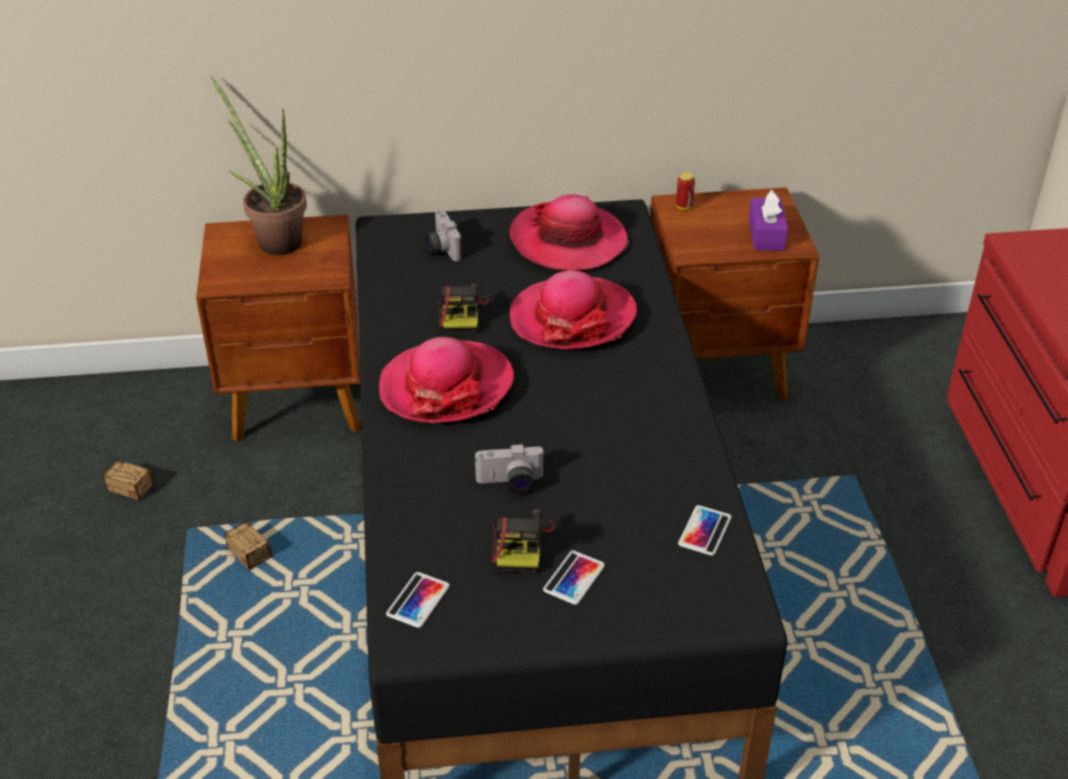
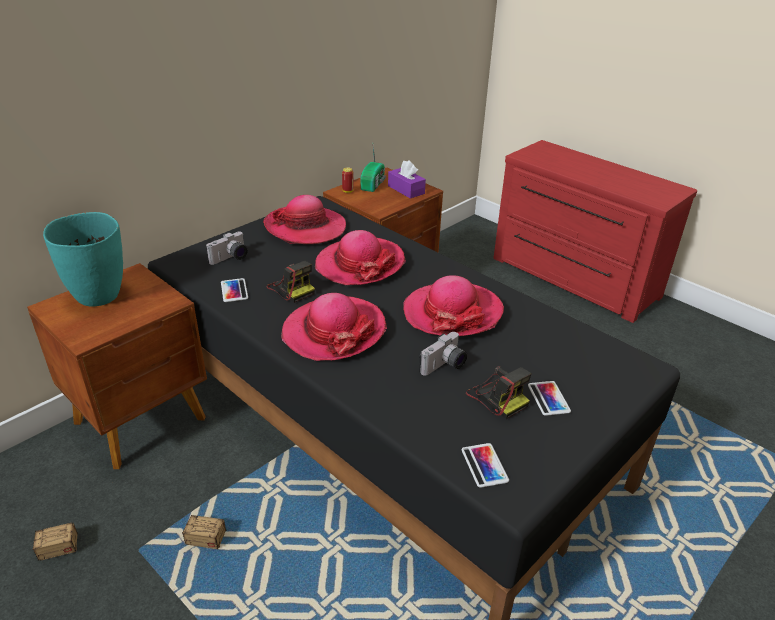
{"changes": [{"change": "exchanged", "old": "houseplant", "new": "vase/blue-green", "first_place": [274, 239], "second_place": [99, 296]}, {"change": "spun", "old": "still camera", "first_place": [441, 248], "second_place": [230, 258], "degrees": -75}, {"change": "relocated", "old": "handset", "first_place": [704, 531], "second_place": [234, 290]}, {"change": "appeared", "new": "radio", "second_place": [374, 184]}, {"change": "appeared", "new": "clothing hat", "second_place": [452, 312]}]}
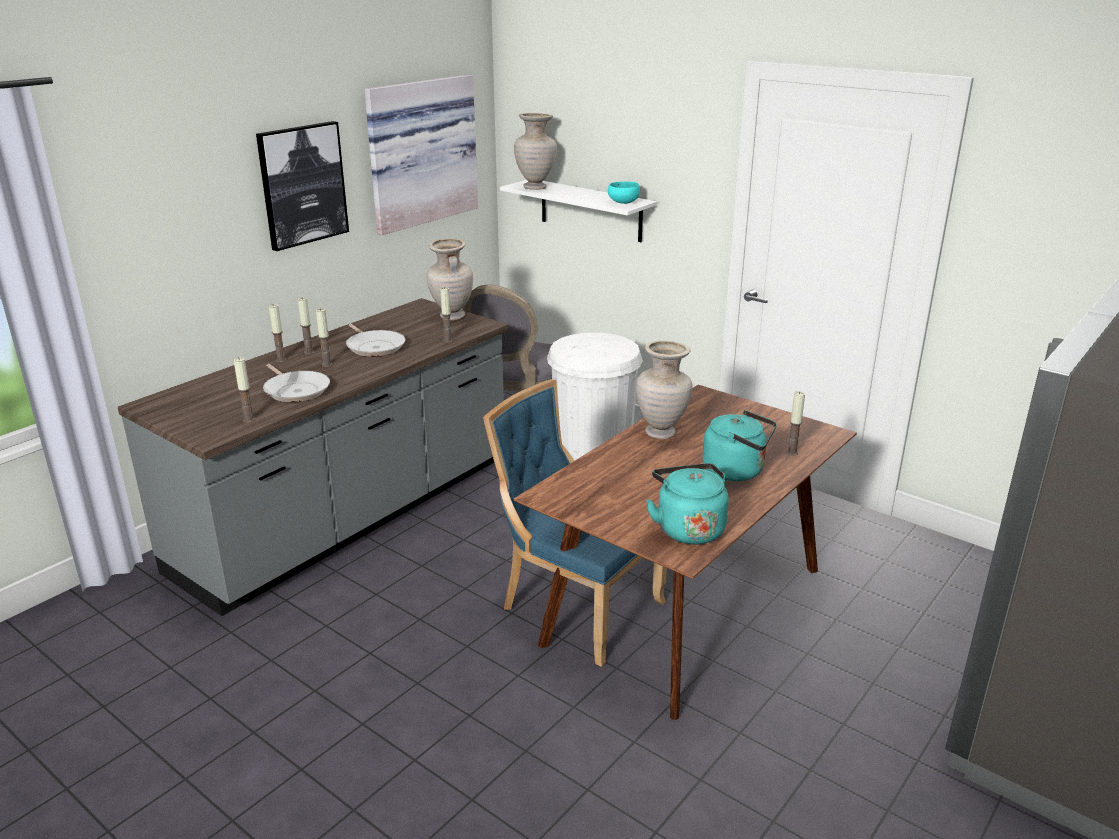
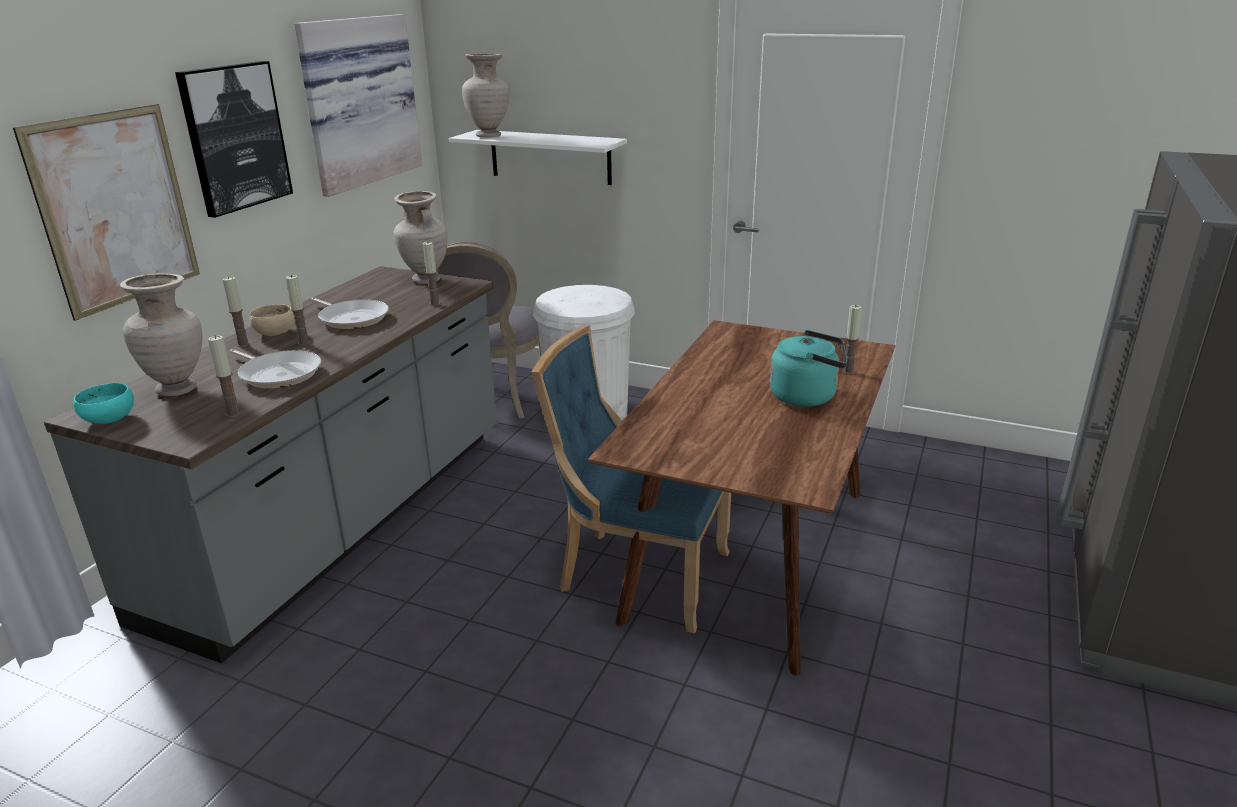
{"changes": [{"change": "exchanged", "old": "wax light", "new": "bowl/beige-coloured", "first_place": [309, 352], "second_place": [274, 333]}, {"change": "relocated", "old": "bowl/blue-green", "first_place": [622, 202], "second_place": [108, 419]}, {"change": "relocated", "old": "vase/beige-coloured", "first_place": [661, 433], "second_place": [178, 389]}, {"change": "missing", "old": "tea kettle/blue-green", "first_place": [688, 528]}, {"change": "appeared", "new": "picture", "second_place": [116, 209]}]}
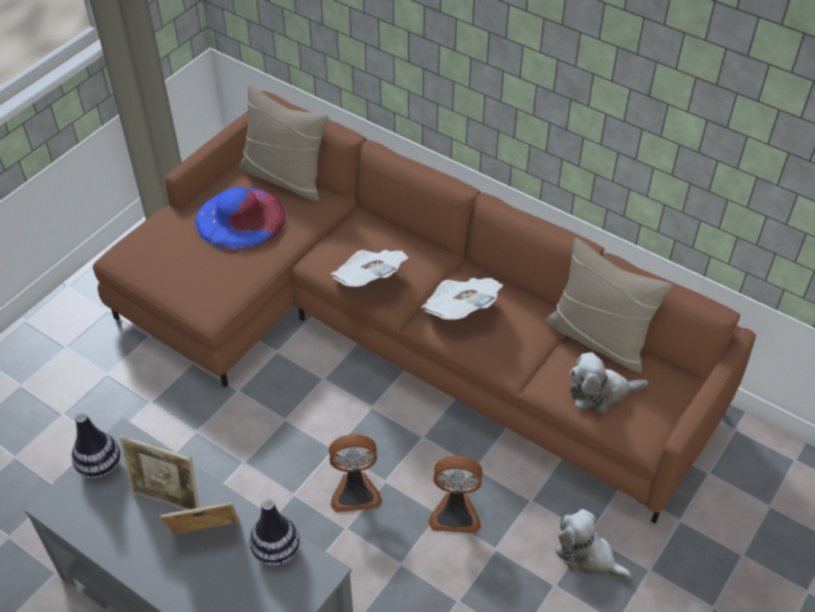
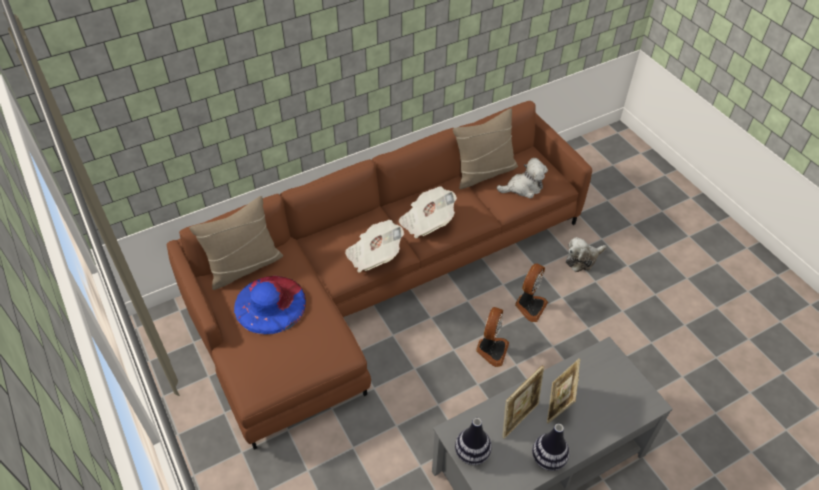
{"changes": [{"change": "relocated", "old": "vase", "first_place": [276, 550], "second_place": [548, 458]}, {"change": "spun", "old": "plush toy", "first_place": [600, 393], "second_place": [523, 188], "degrees": -120}]}
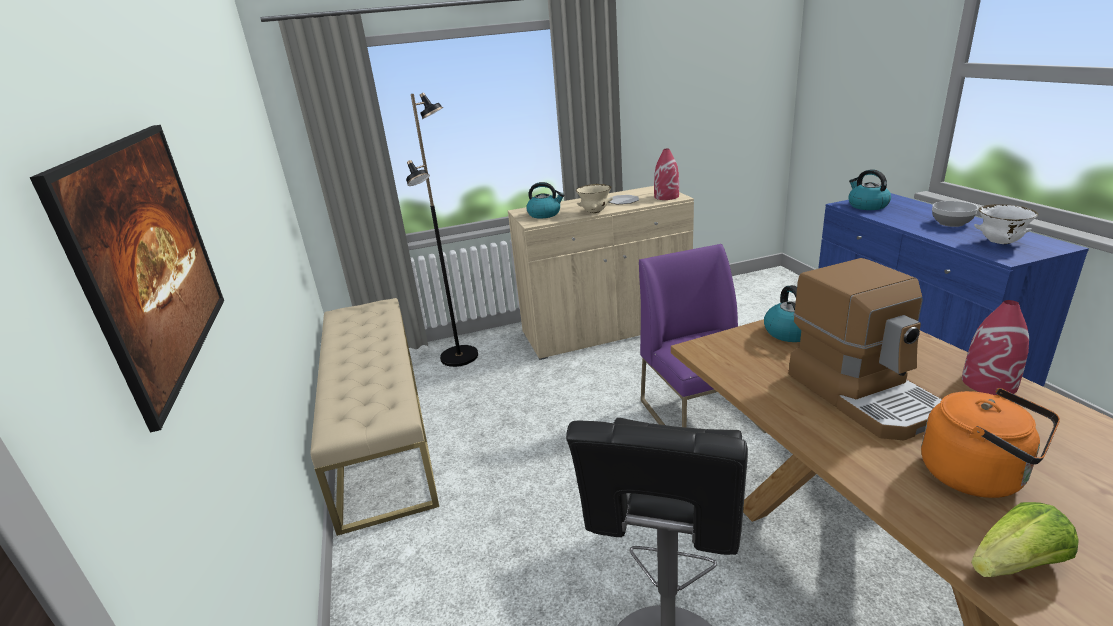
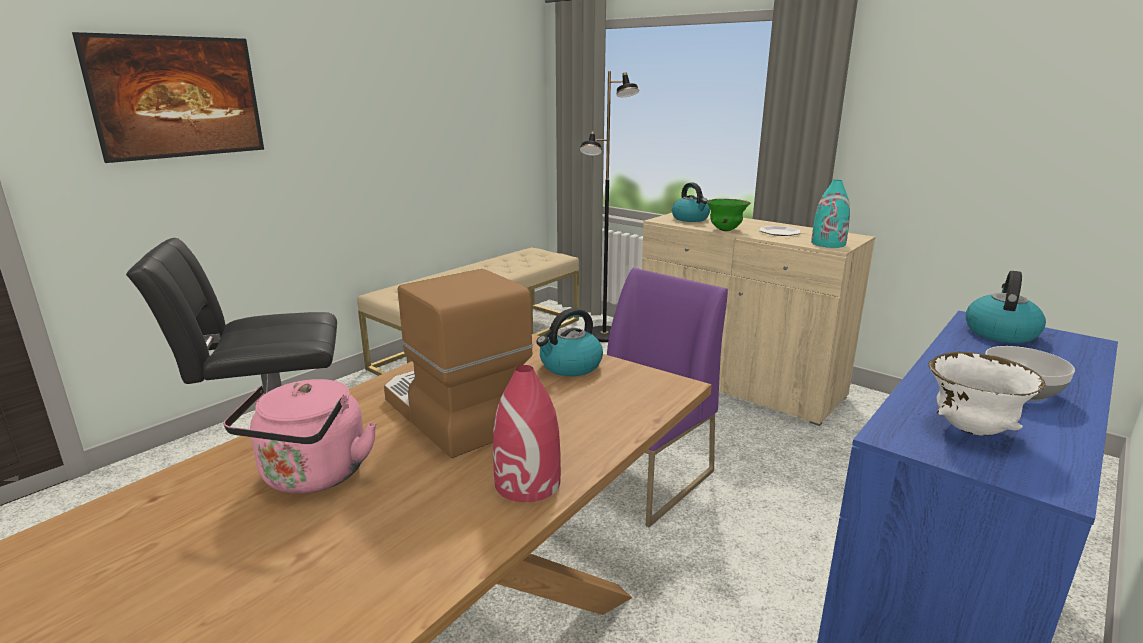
{"changes": [{"change": "colour", "old": "bowl/beige-coloured", "new": "bowl/green-coloured", "first_place": [595, 212], "second_place": [725, 230]}, {"change": "colour", "old": "vase/red", "new": "vase/blue-green", "first_place": [666, 196], "second_place": [828, 243]}, {"change": "spun", "old": "coffee machine", "first_place": [864, 394], "second_place": [453, 412], "degrees": 105}, {"change": "colour", "old": "tea kettle/orange-coloured", "new": "tea kettle/pinkish", "first_place": [978, 476], "second_place": [312, 477]}, {"change": "missing", "old": "head of lettuce", "first_place": [1016, 564]}]}
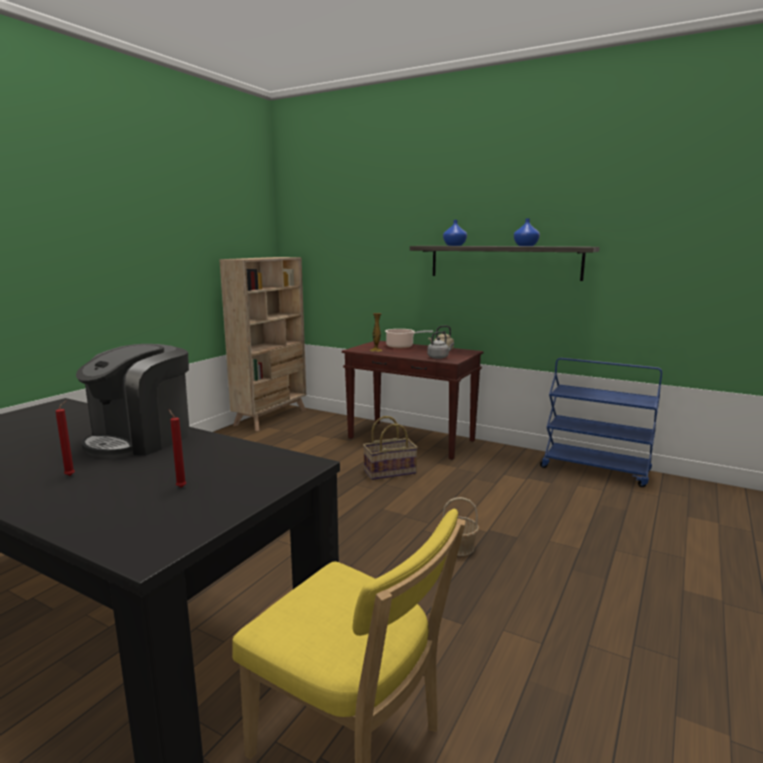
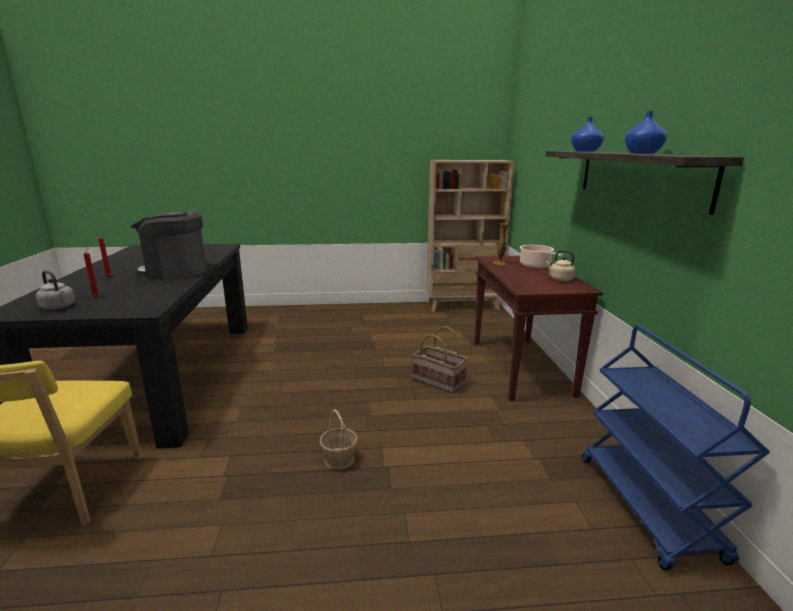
{"changes": [{"change": "relocated", "old": "tea kettle/grey", "first_place": [439, 357], "second_place": [59, 307]}]}
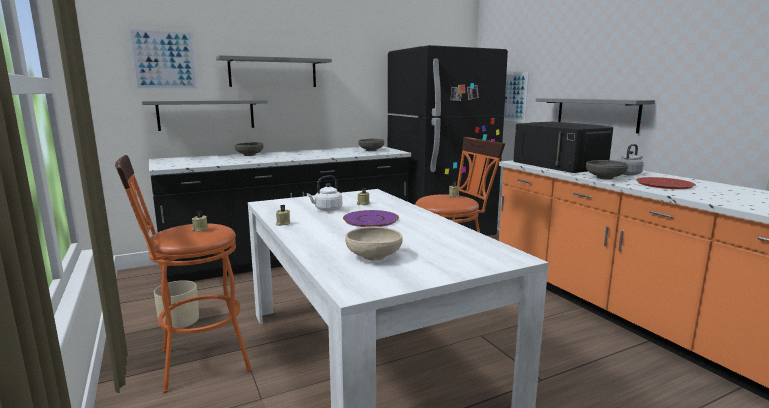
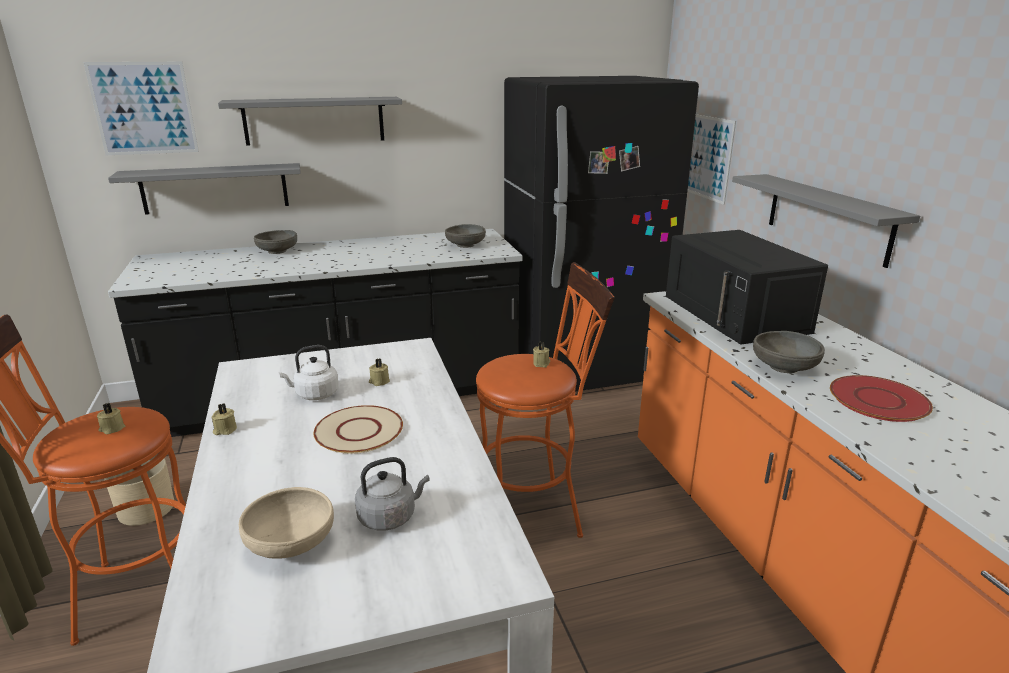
{"changes": [{"change": "colour", "old": "plate/purplish", "new": "plate/beige-coloured", "first_place": [370, 220], "second_place": [358, 431]}, {"change": "relocated", "old": "tea kettle/grey", "first_place": [628, 174], "second_place": [390, 517]}]}
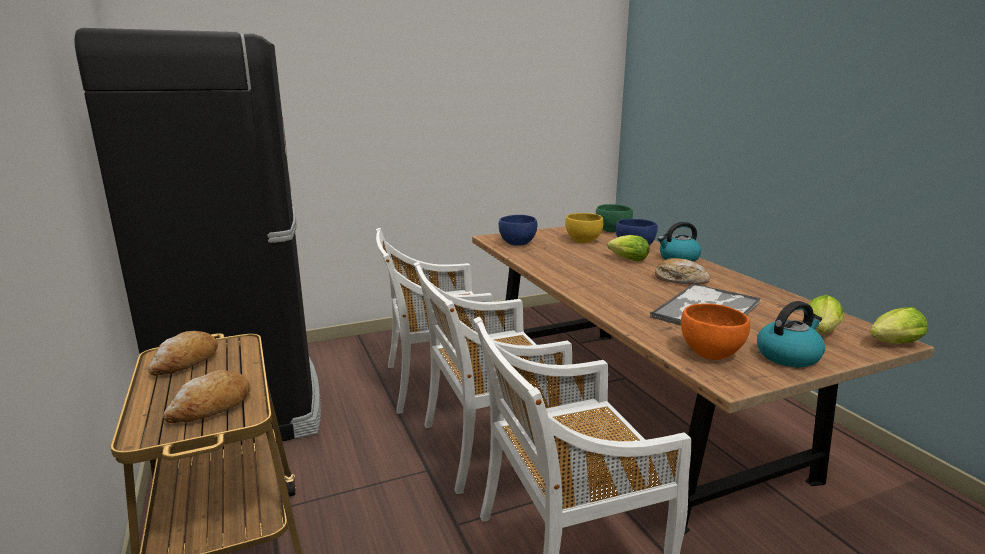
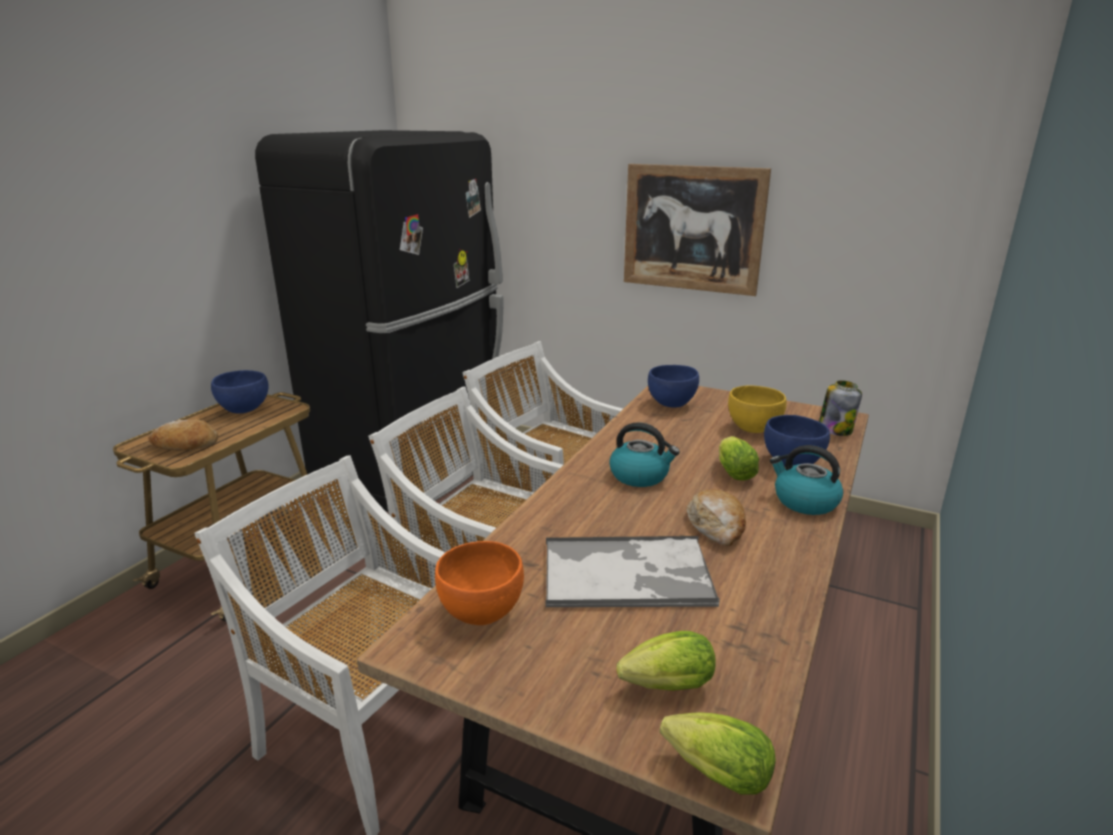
{"changes": [{"change": "exchanged", "old": "baked bread", "new": "bowl/bluish", "first_place": [186, 363], "second_place": [243, 409]}, {"change": "exchanged", "old": "bowl/green-coloured", "new": "preserve jar", "first_place": [612, 231], "second_place": [835, 429]}, {"change": "relocated", "old": "tea kettle", "first_place": [788, 356], "second_place": [640, 475]}, {"change": "appeared", "new": "picture", "second_place": [692, 229]}]}
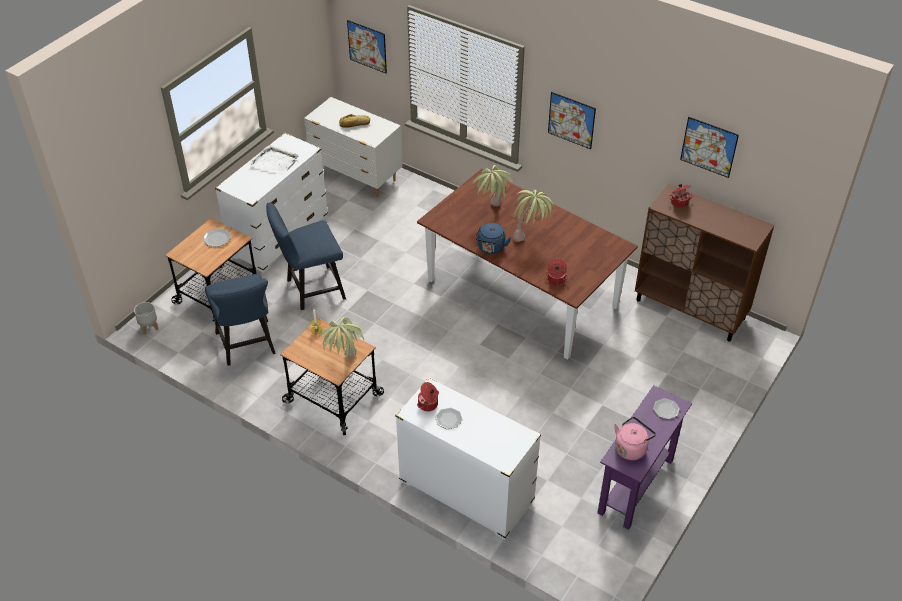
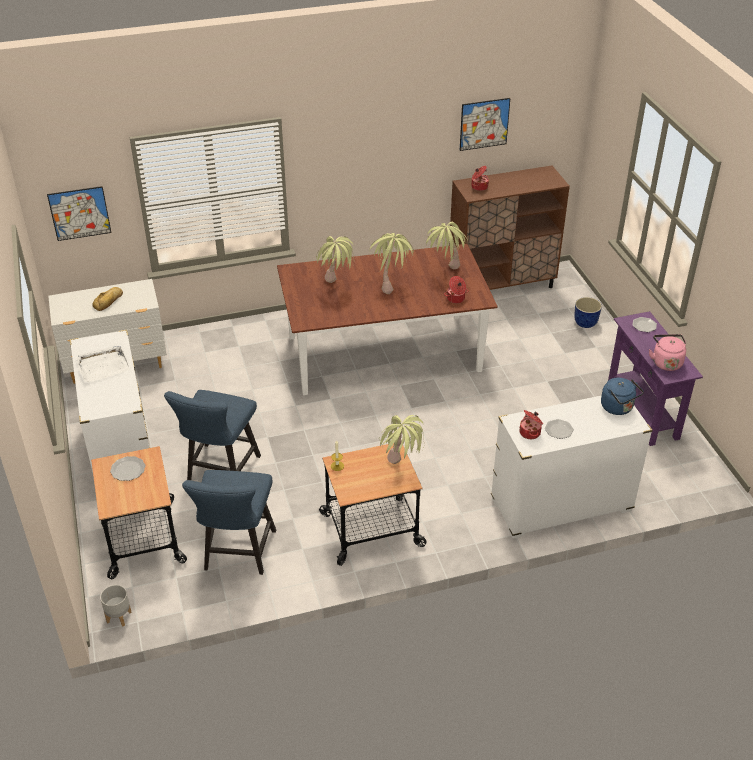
{"changes": [{"change": "spun", "old": "plain chair/bluish", "first_place": [247, 346], "second_place": [238, 554], "degrees": 75}, {"change": "relocated", "old": "tea kettle/bluish", "first_place": [491, 248], "second_place": [618, 408]}, {"change": "missing", "old": "picture", "first_place": [571, 120]}, {"change": "appeared", "new": "houseplant", "second_place": [445, 272]}, {"change": "appeared", "new": "flower pot", "second_place": [585, 323]}]}
